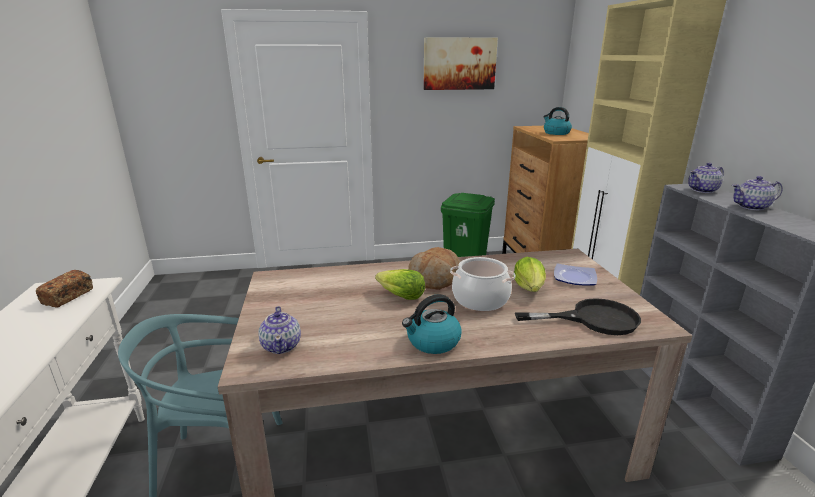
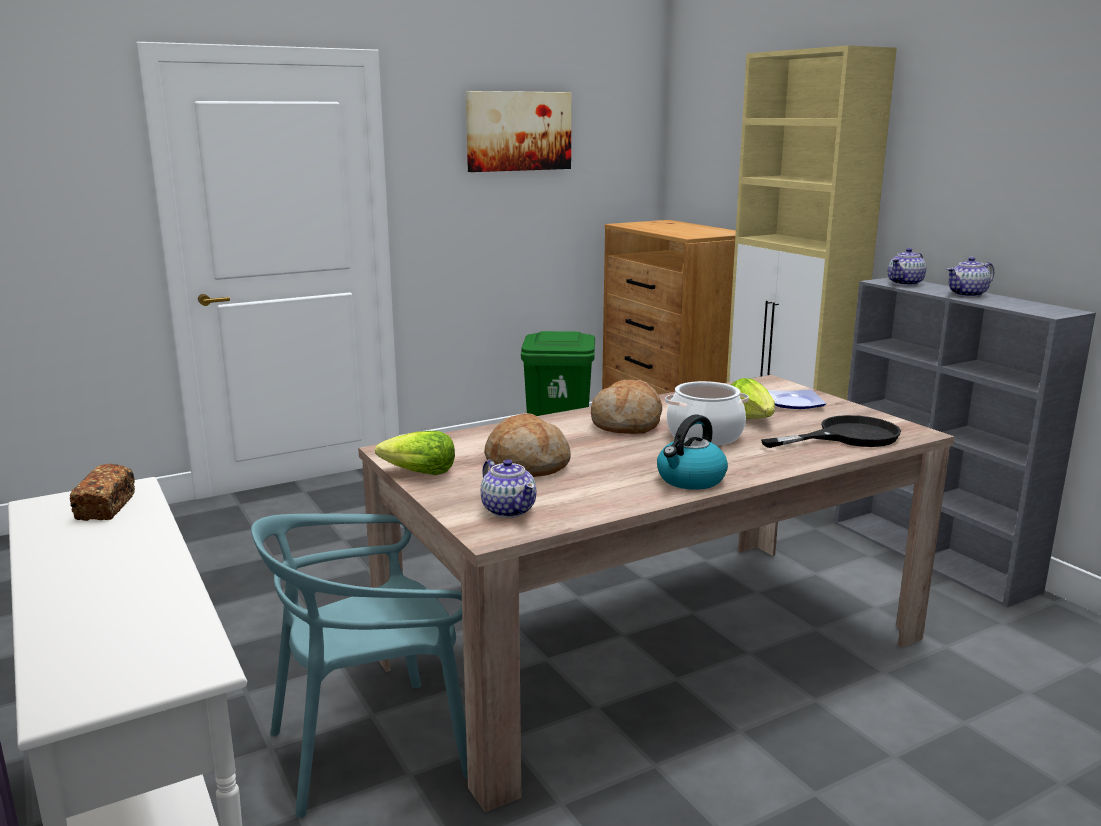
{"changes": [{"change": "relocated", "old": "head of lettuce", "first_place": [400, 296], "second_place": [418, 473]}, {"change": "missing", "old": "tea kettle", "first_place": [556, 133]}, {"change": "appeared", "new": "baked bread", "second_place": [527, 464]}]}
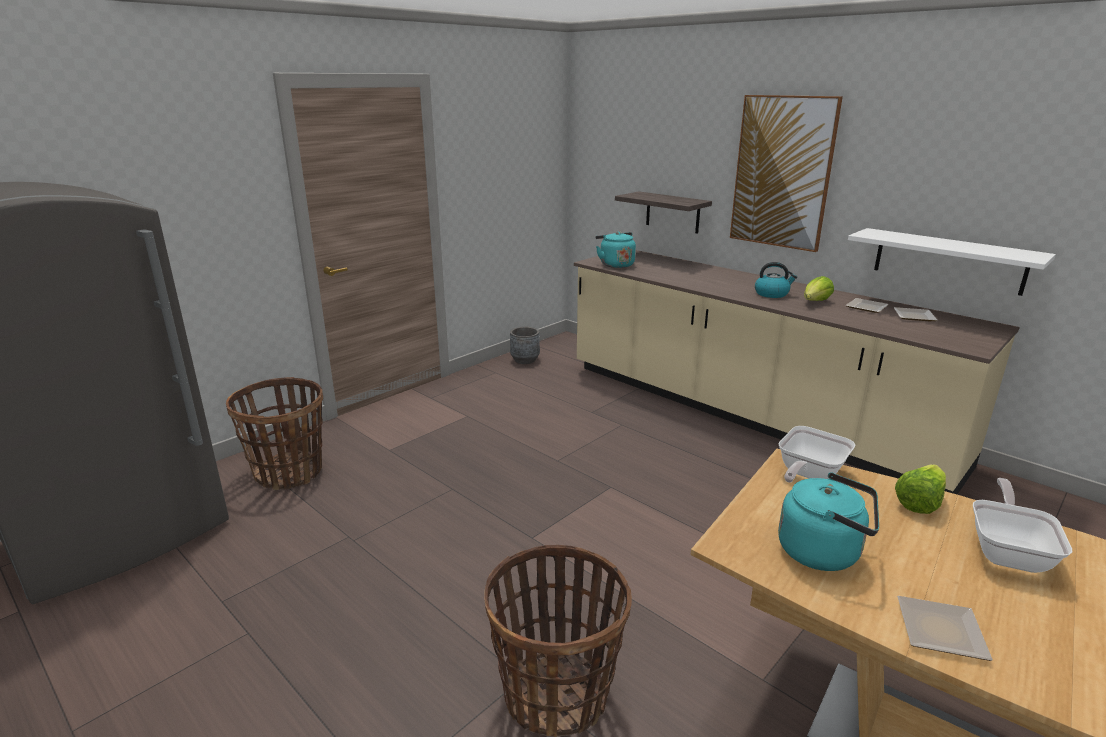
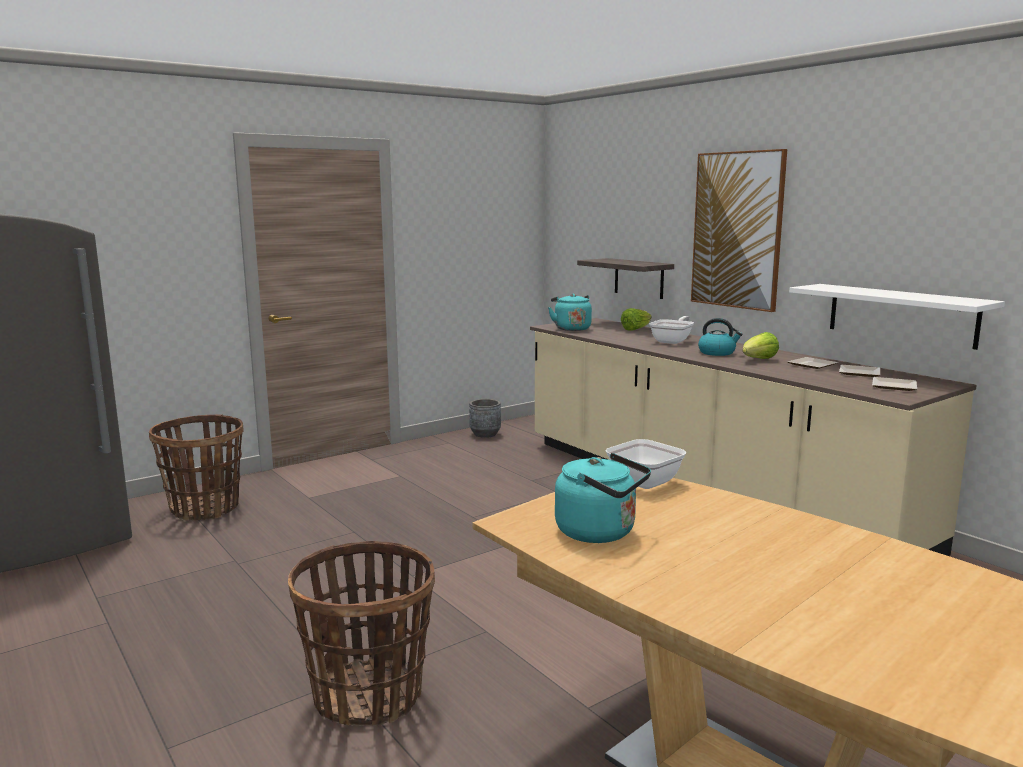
{"changes": [{"change": "relocated", "old": "head of lettuce", "first_place": [919, 502], "second_place": [636, 329]}, {"change": "relocated", "old": "plate", "first_place": [938, 632], "second_place": [892, 386]}, {"change": "relocated", "old": "pan", "first_place": [1008, 551], "second_place": [673, 341]}]}
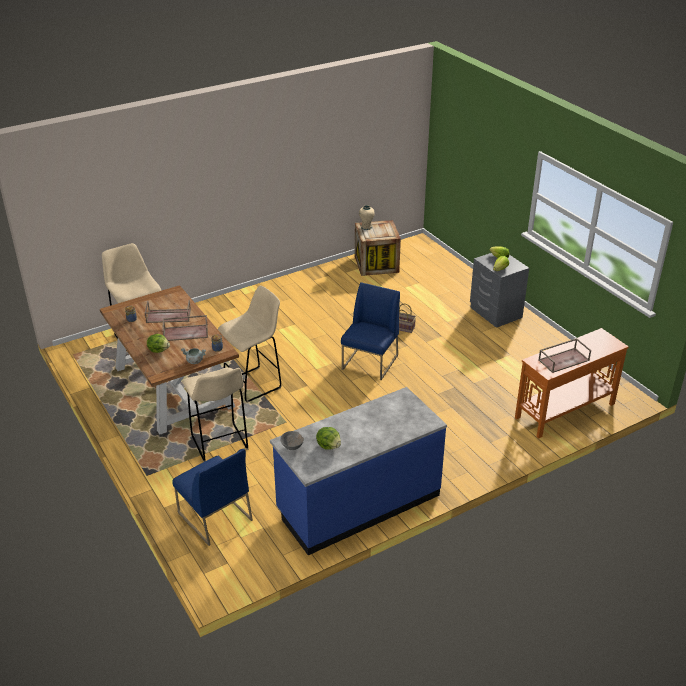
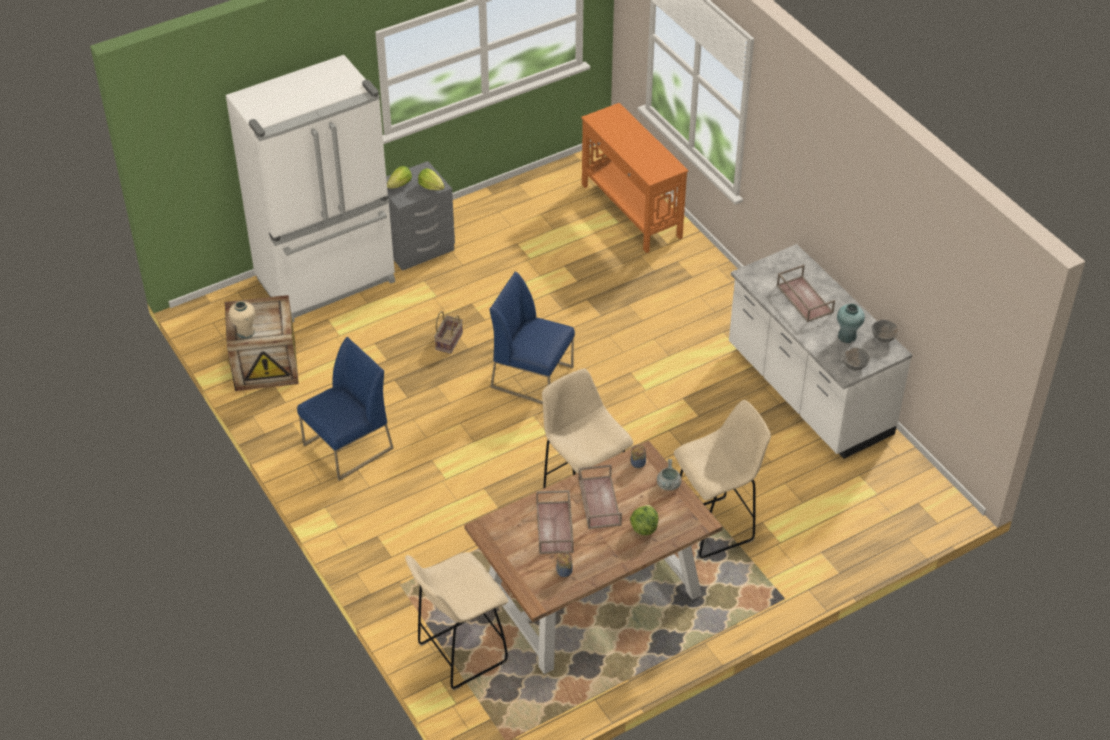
{"changes": [{"change": "relocated", "old": "plain chair/bluish", "first_place": [214, 516], "second_place": [348, 447]}, {"change": "colour", "old": "kitchen counter/bluish", "new": "kitchen counter/white-coloured", "first_place": [358, 503], "second_place": [807, 392]}, {"change": "exchanged", "old": "head of lettuce", "new": "vase/blue-green", "first_place": [329, 446], "second_place": [847, 336]}, {"change": "relocated", "old": "carrying tray/brown", "first_place": [563, 360], "second_place": [803, 299]}, {"change": "appeared", "new": "refrigerator/white-coloured", "second_place": [327, 281]}, {"change": "appeared", "new": "bowl/grey", "second_place": [883, 338]}]}
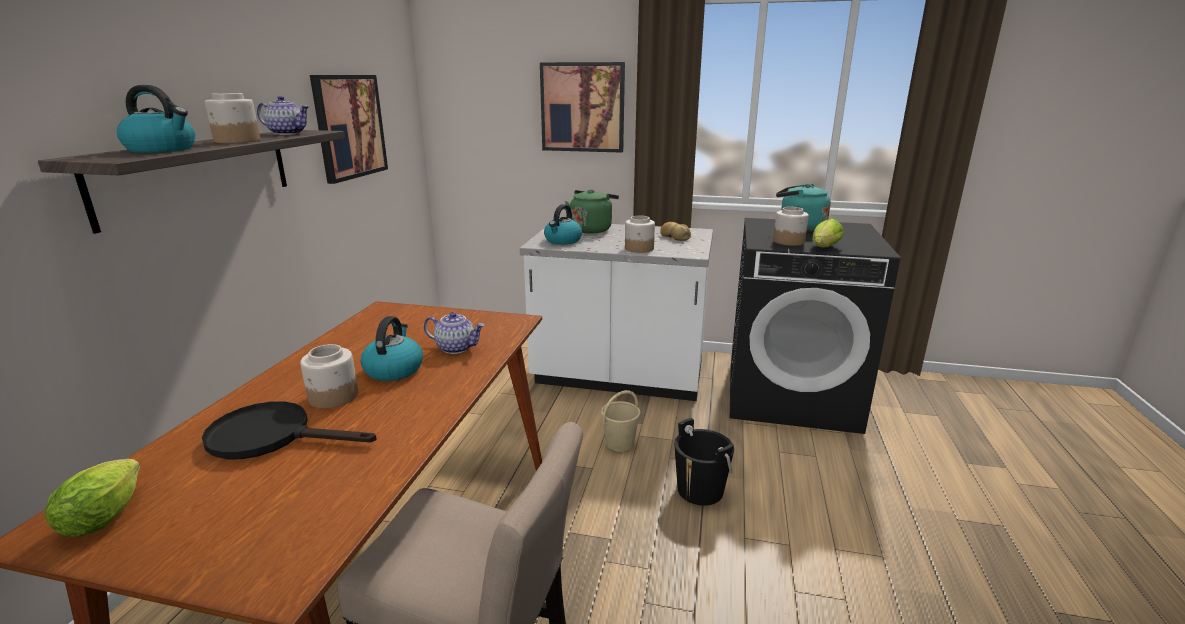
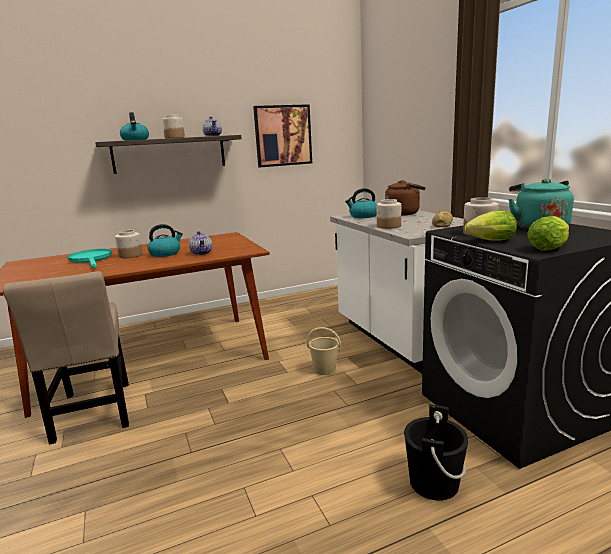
{"changes": [{"change": "relocated", "old": "head of lettuce", "first_place": [108, 514], "second_place": [549, 248]}, {"change": "colour", "old": "pan/blackish", "new": "pan/blue-green", "first_place": [272, 436], "second_place": [91, 260]}, {"change": "missing", "old": "picture", "first_place": [582, 107]}, {"change": "colour", "old": "tea kettle/green-coloured", "new": "tea kettle/brown", "first_place": [592, 229], "second_place": [404, 213]}, {"change": "relocated", "old": "pail/blackish", "first_place": [700, 490], "second_place": [434, 483]}]}
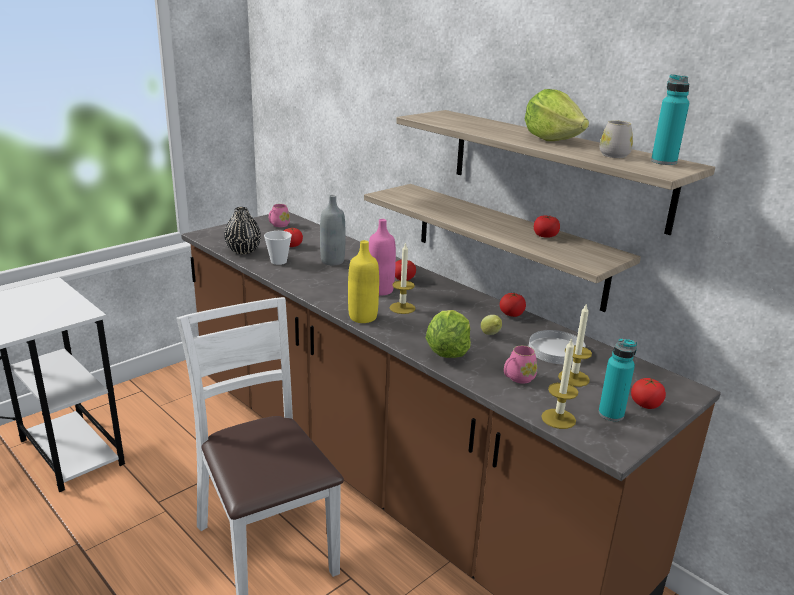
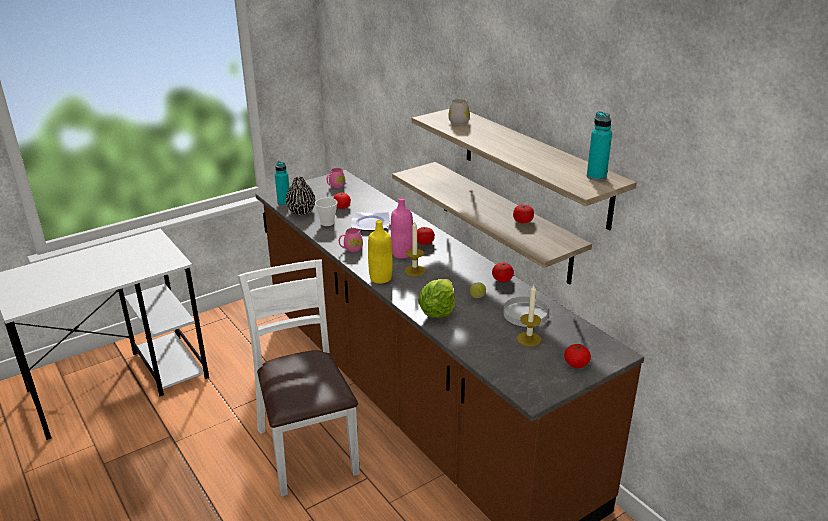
{"changes": [{"change": "exchanged", "old": "bottle/grey", "new": "plate", "first_place": [332, 261], "second_place": [371, 224]}, {"change": "relocated", "old": "mug/pinkish", "first_place": [517, 378], "second_place": [351, 249]}, {"change": "missing", "old": "head of lettuce", "first_place": [551, 139]}, {"change": "missing", "old": "wax light", "first_place": [558, 419]}, {"change": "relocated", "old": "bottle/blue-green", "first_place": [611, 414], "second_place": [284, 203]}, {"change": "relocated", "old": "mug/white-coloured", "first_place": [613, 154], "second_place": [459, 121]}]}
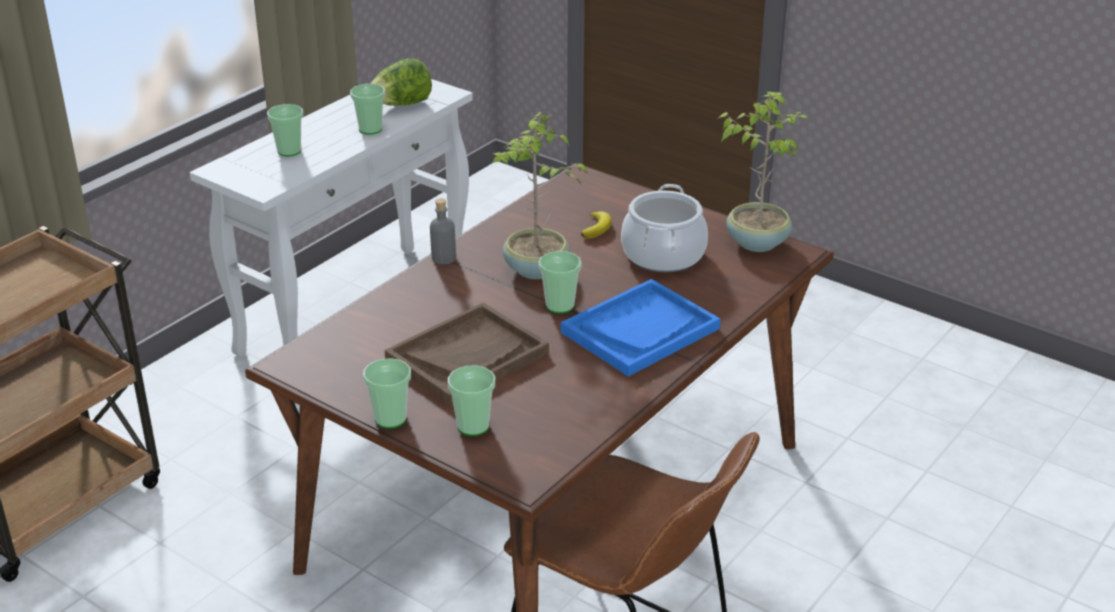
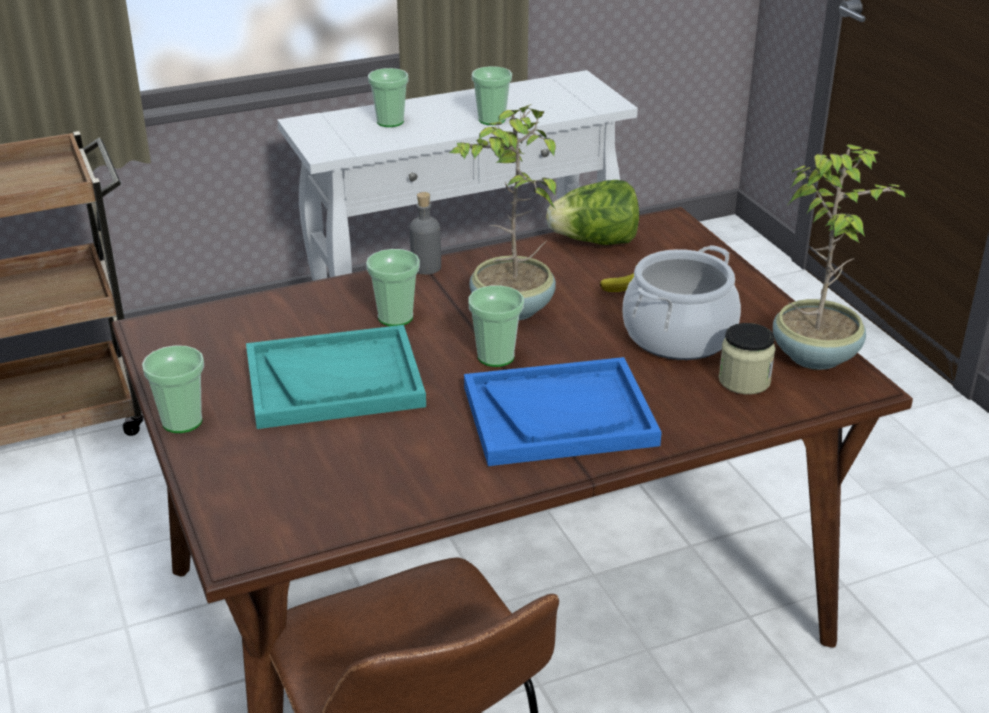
{"changes": [{"change": "relocated", "old": "head of lettuce", "first_place": [401, 105], "second_place": [595, 242]}, {"change": "colour", "old": "carrying tray/brown", "new": "carrying tray/blue-green", "first_place": [467, 356], "second_place": [334, 381]}, {"change": "relocated", "old": "small cup", "first_place": [473, 426], "second_place": [395, 317]}, {"change": "appeared", "new": "preserve jar", "second_place": [744, 381]}]}
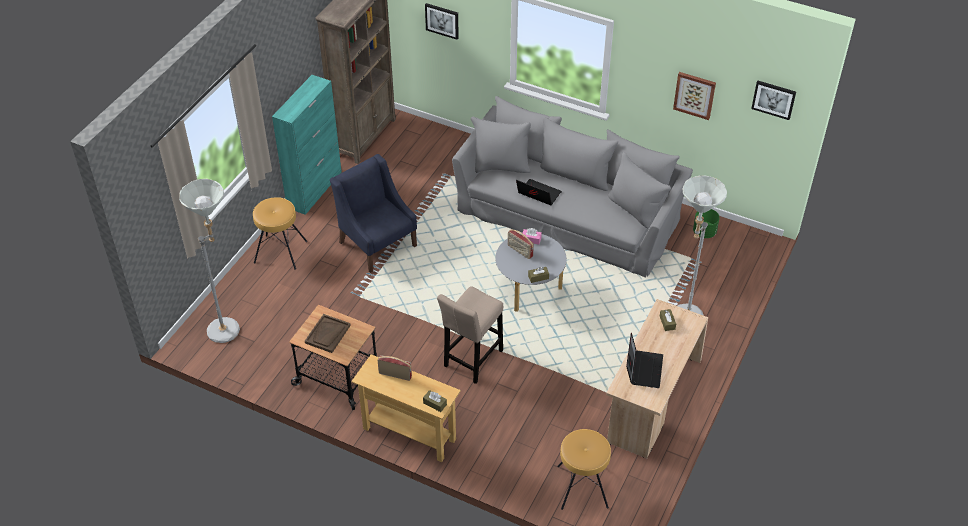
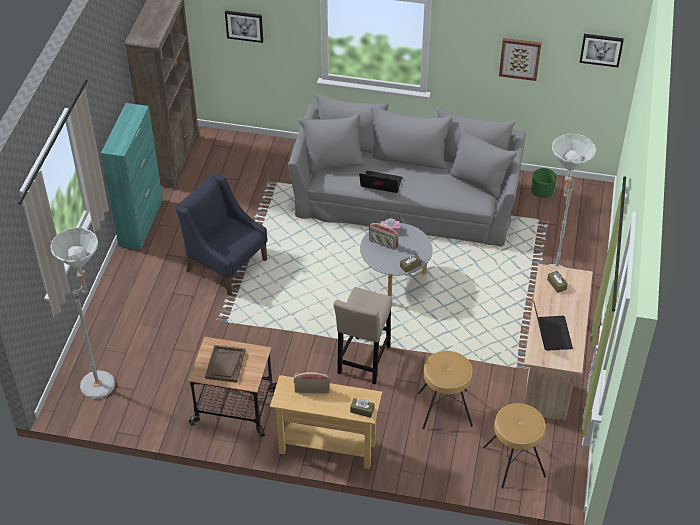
{"changes": [{"change": "relocated", "old": "sitting stool/brown", "first_place": [280, 251], "second_place": [444, 409]}]}
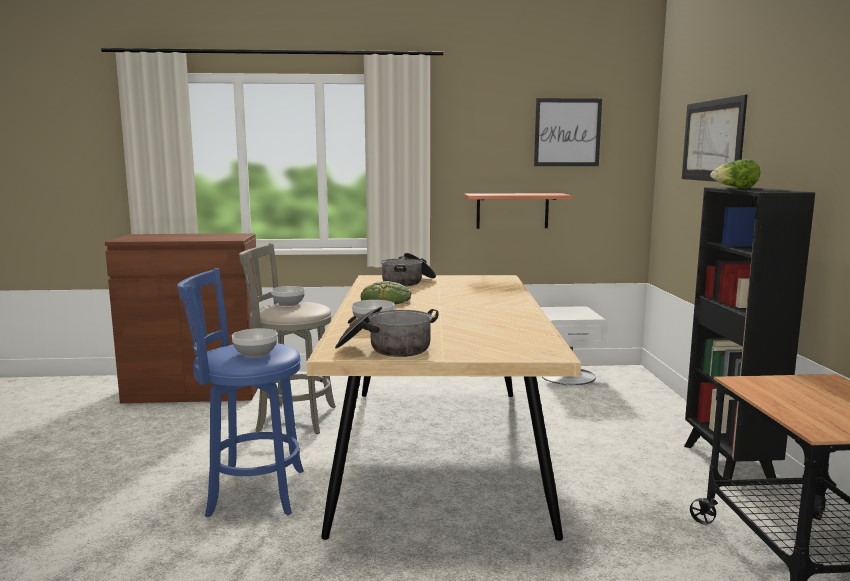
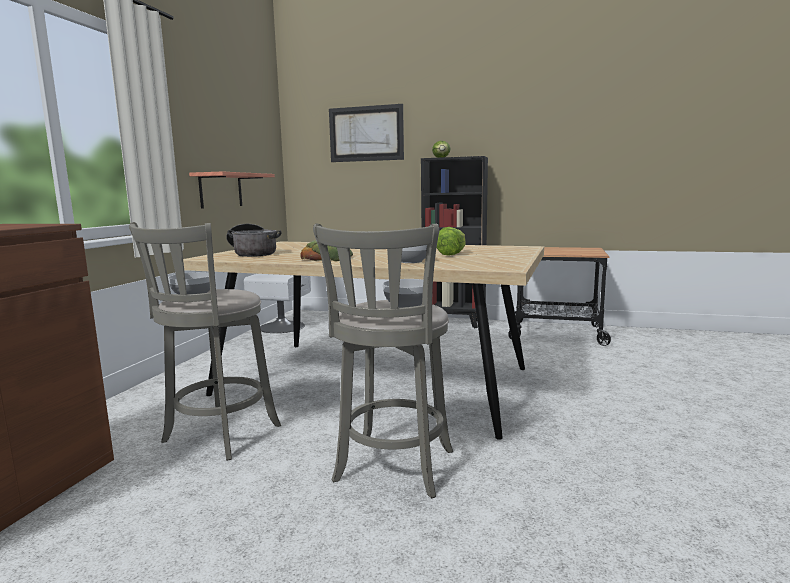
{"changes": [{"change": "colour", "old": "sitting stool/bluish", "new": "sitting stool/grey", "first_place": [251, 492], "second_place": [392, 469]}, {"change": "missing", "old": "cooking pot", "first_place": [385, 349]}, {"change": "missing", "old": "picture", "first_place": [567, 132]}, {"change": "appeared", "new": "head of lettuce", "second_place": [452, 254]}]}
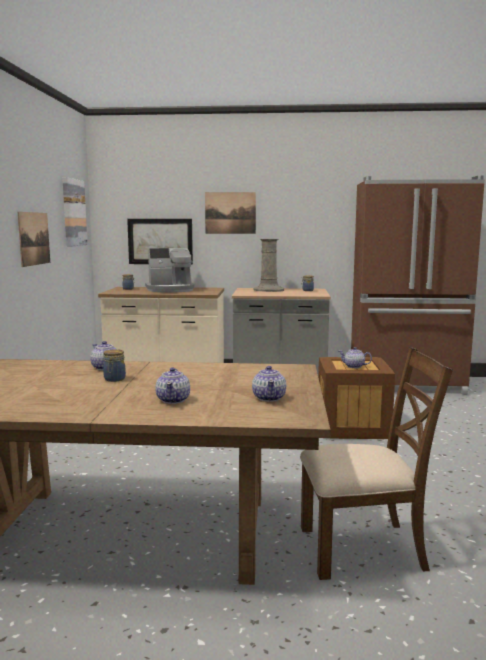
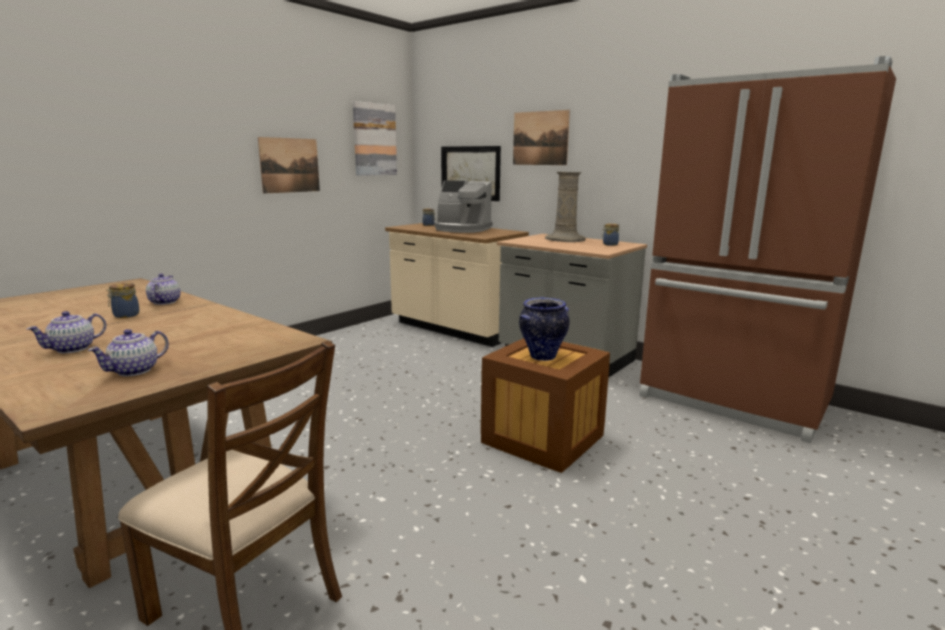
{"changes": [{"change": "exchanged", "old": "pot for tea", "new": "vase", "first_place": [354, 366], "second_place": [542, 357]}]}
